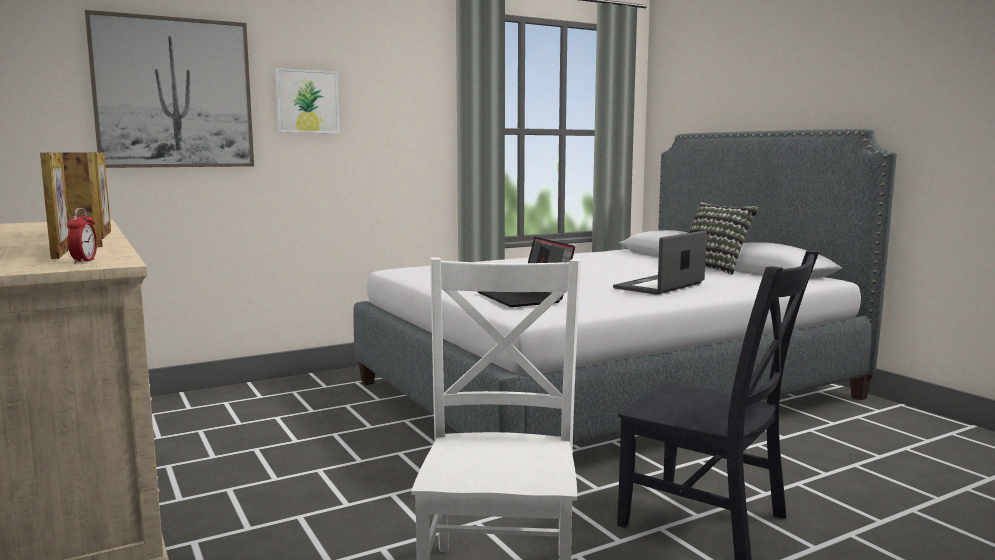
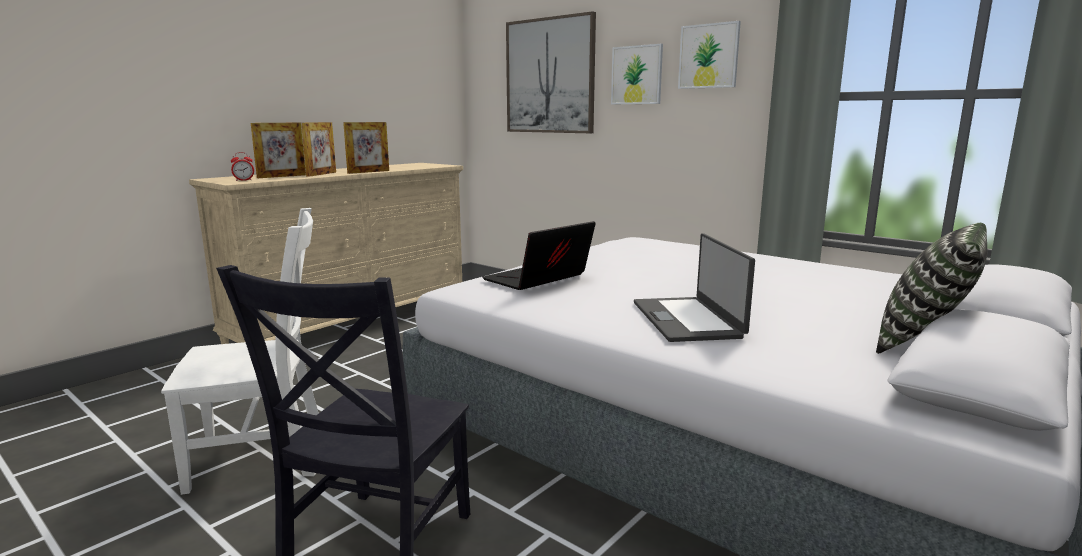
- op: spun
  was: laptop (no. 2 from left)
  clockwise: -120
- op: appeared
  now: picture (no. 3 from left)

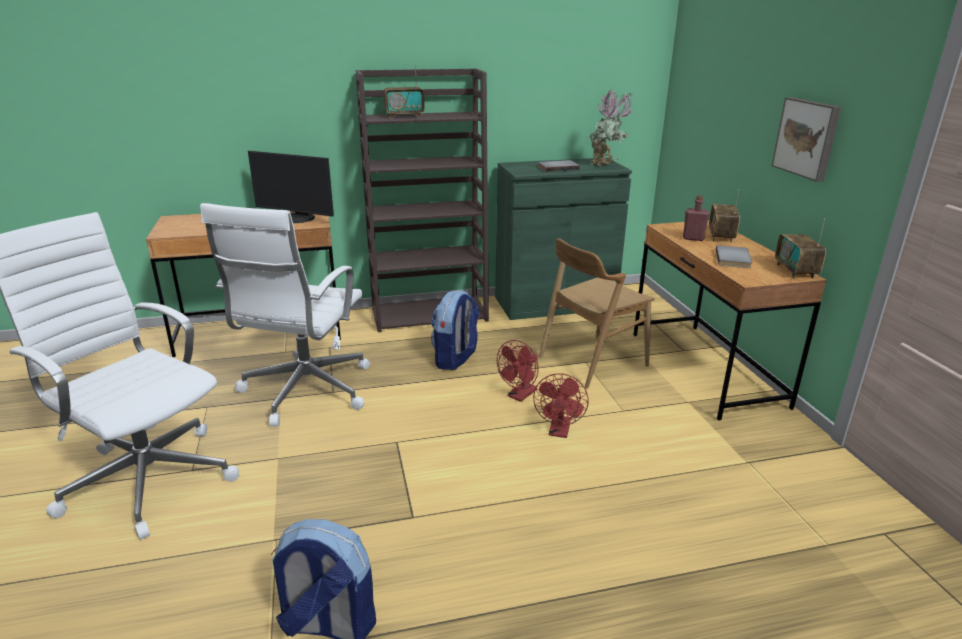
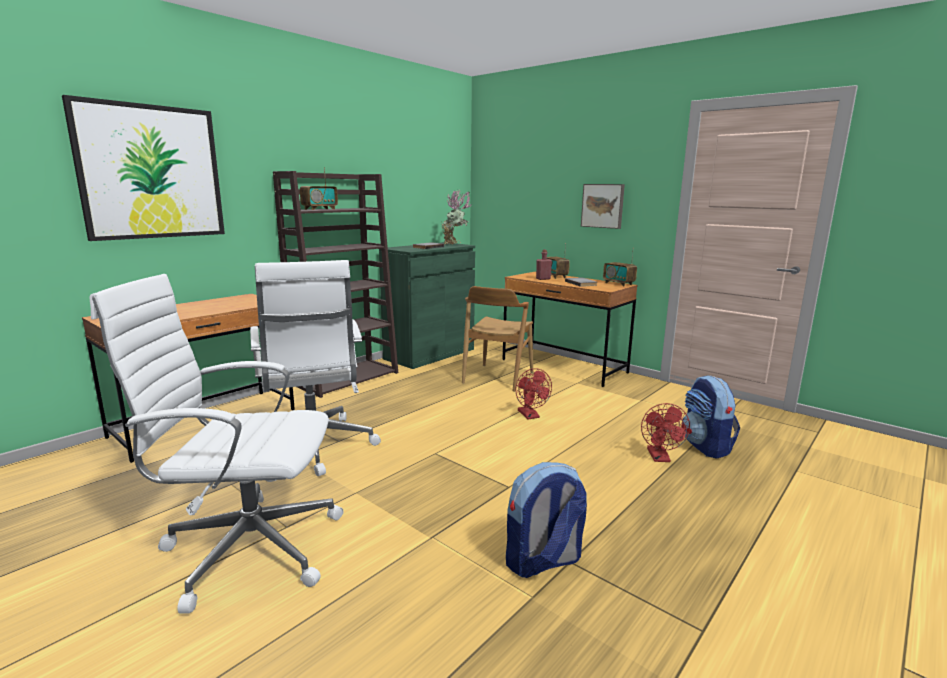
- op: missing
  was: monitor
- op: relocated
  was: backpack (no. 2 from left)
- op: relocated
  was: red fan (no. 1 from left in the first image)
  now: red fan (no. 2 from left)
- op: appeared
  now: picture (no. 1 from left)

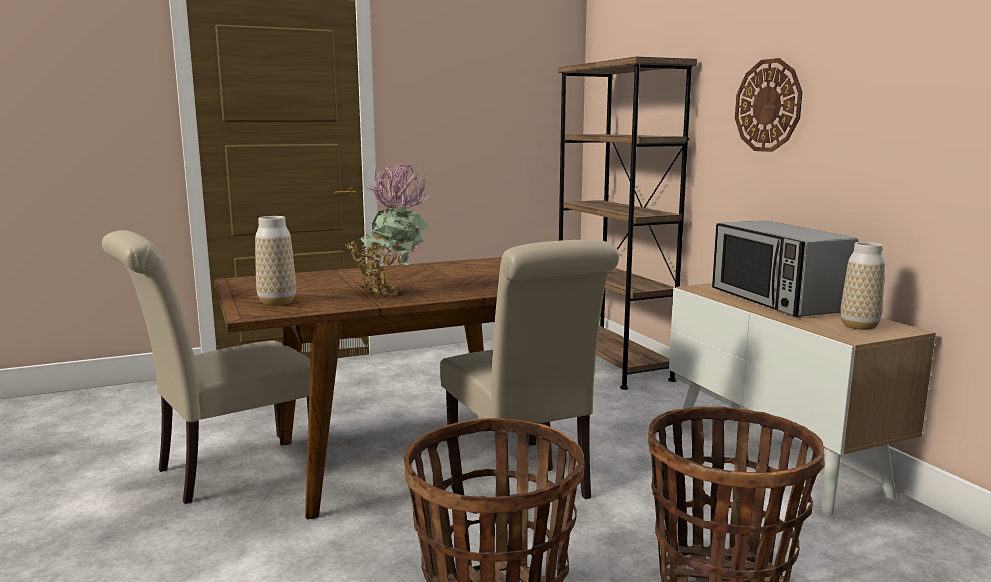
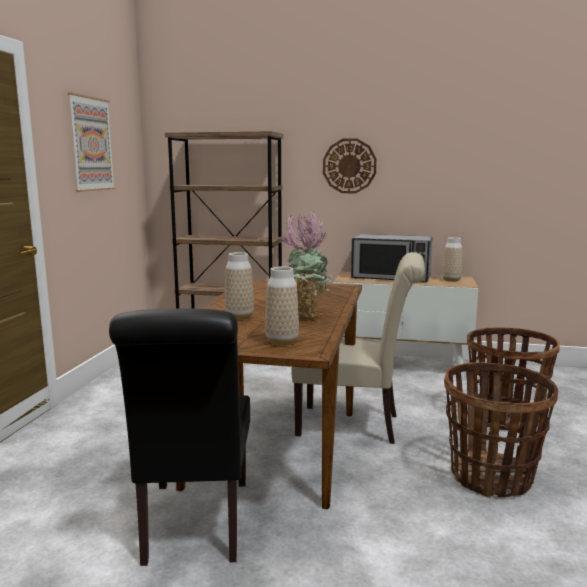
- op: colour
  was: beige chair (no. 1 from left)
  now: black chair
- op: appeared
  now: picture
- op: appeared
  now: vase (no. 1 from left)

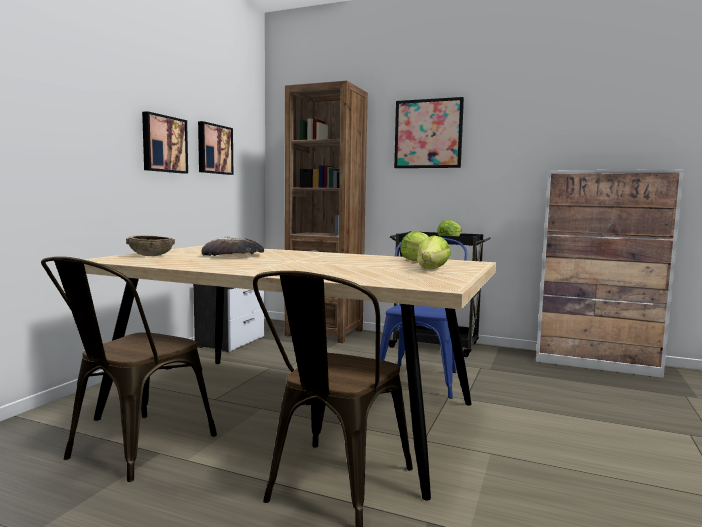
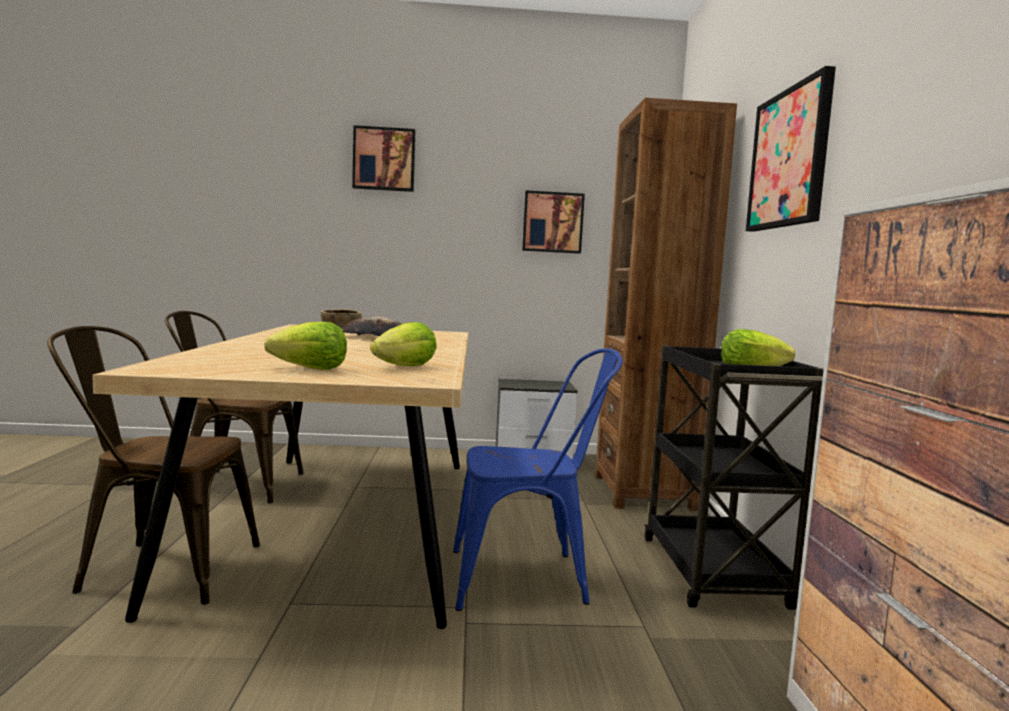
- op: relocated
  was: picture (no. 1 from left)

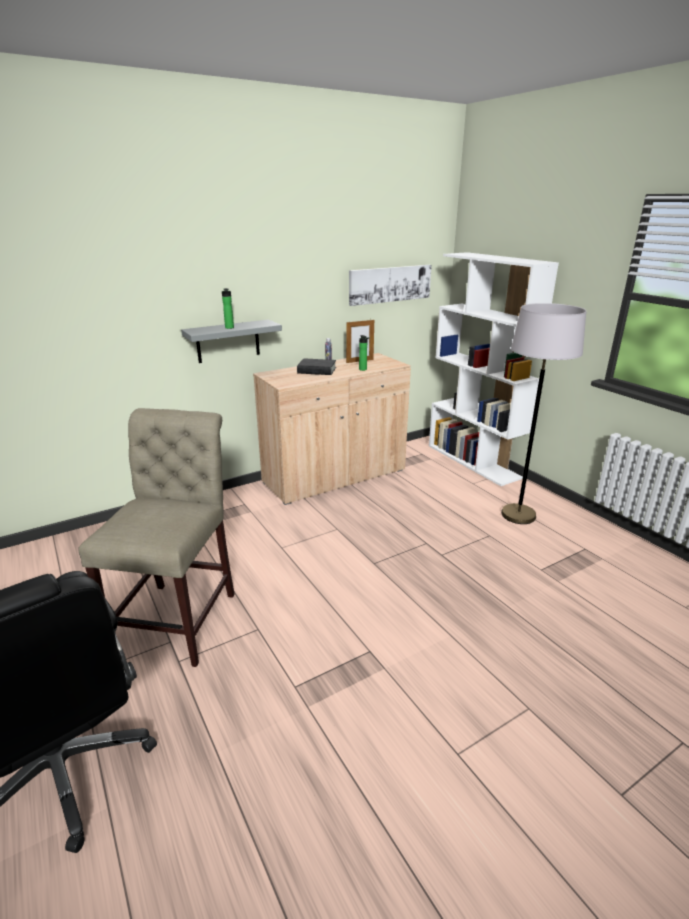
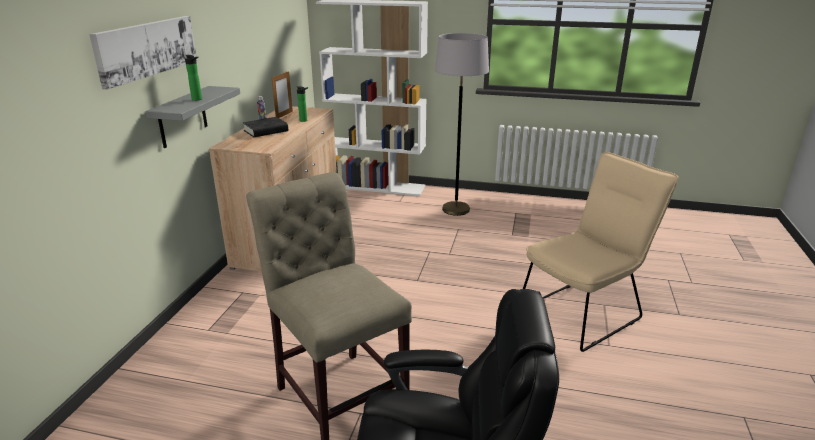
- op: relocated
  was: picture
- op: appeared
  now: beige chair (no. 2 from left)

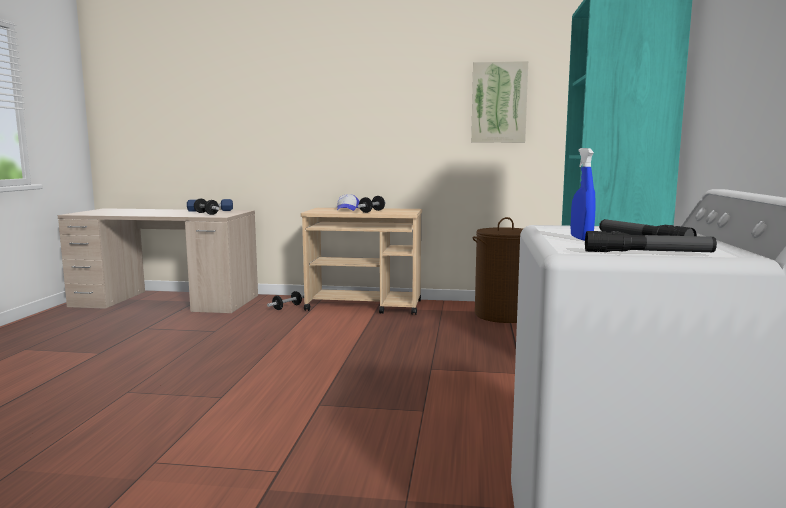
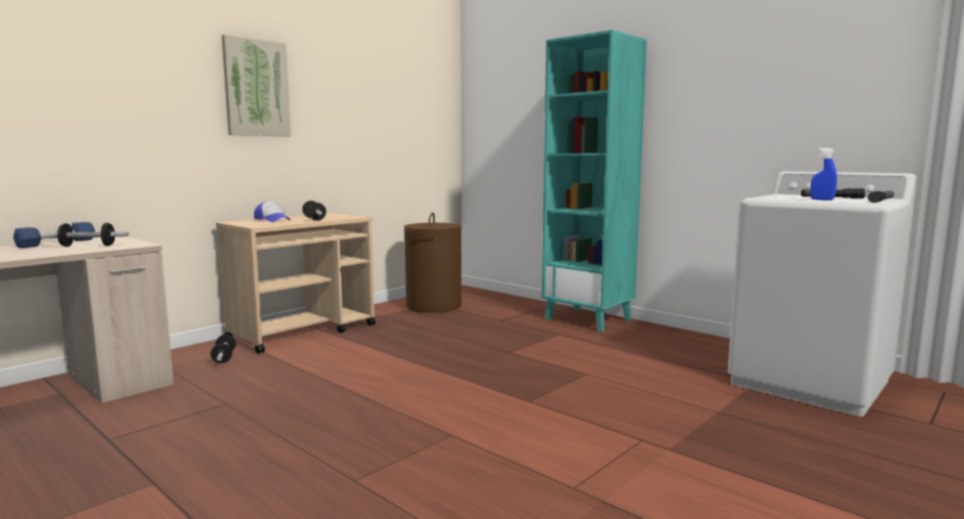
- op: relocated
  was: picture

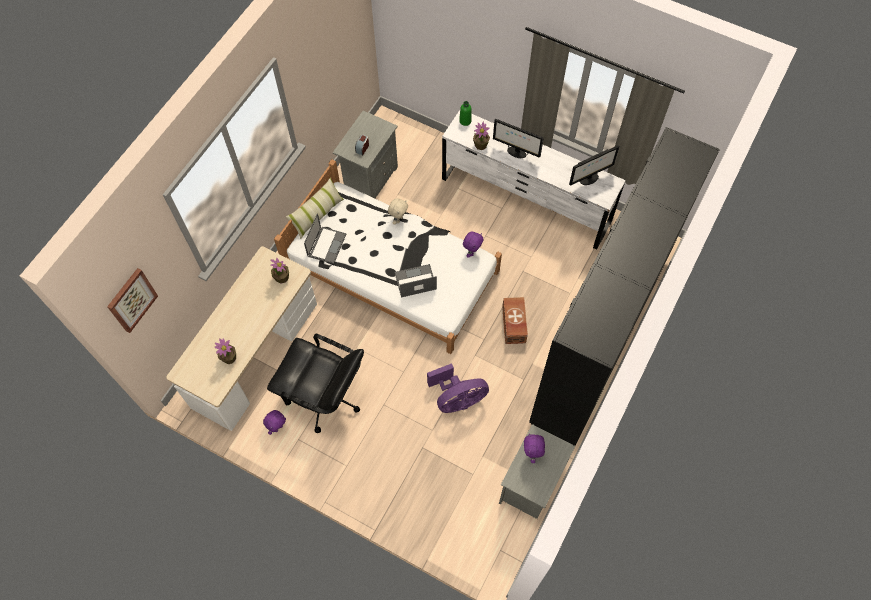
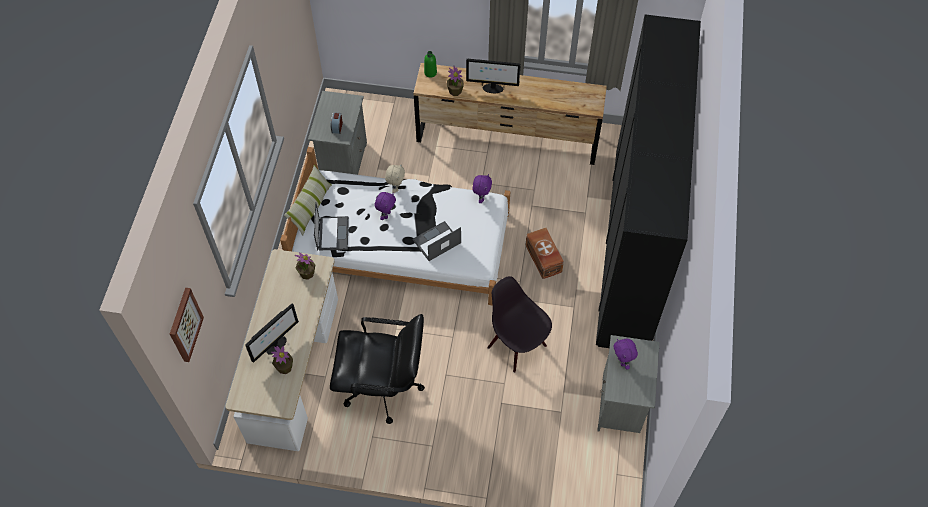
- op: colour
  was: white dresser
  now: brown dresser
- op: relocated
  was: monitor (no. 2 from left in the first image)
  now: monitor (no. 1 from left)
- op: exchanged
  was: purple fan
  now: black chair
- op: relocated
  was: purple plush toy (no. 1 from left)

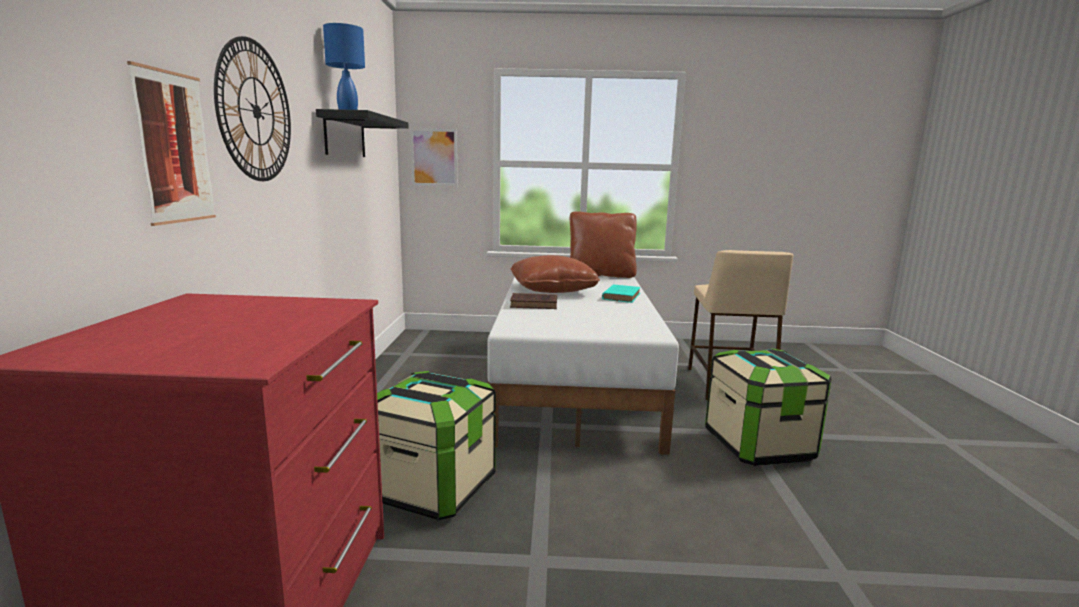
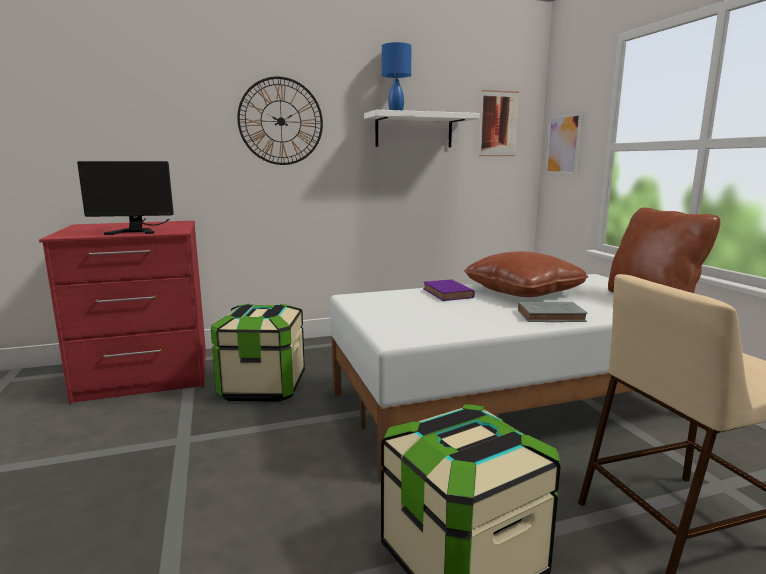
- op: relocated
  was: picture (no. 1 from left)
- op: colour
  was: black shelf
  now: white shelf
- op: colour
  was: turquoise book
  now: grey book
- op: colour
  was: brown book
  now: purple book
- op: appeared
  now: monitor

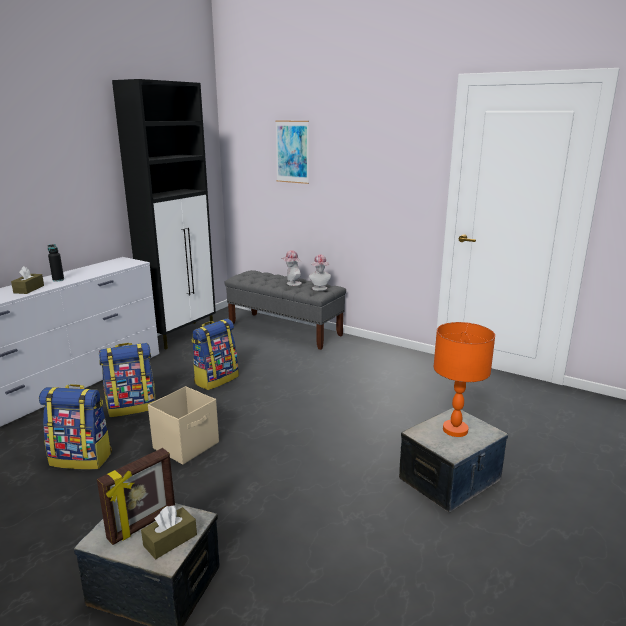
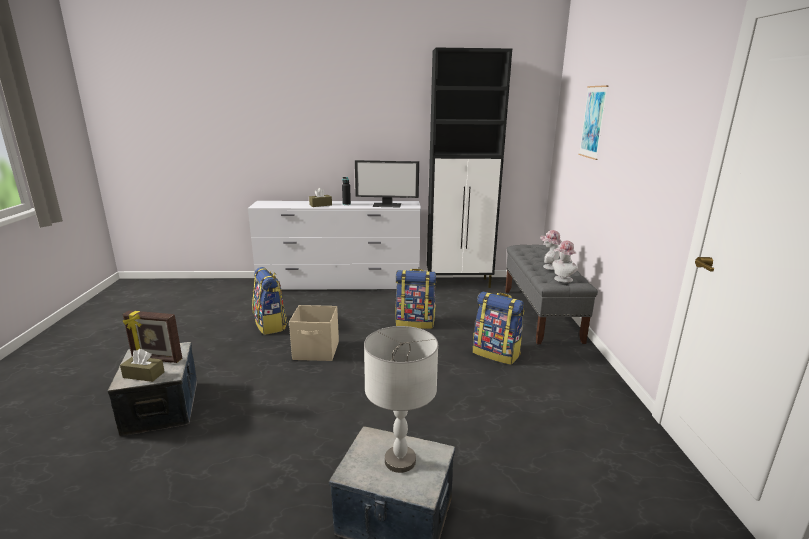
- op: colour
  was: orange table lamp
  now: grey table lamp
- op: relocated
  was: backpack (no. 2 from left in the first image)
  now: backpack (no. 3 from left)
- op: appeared
  now: monitor

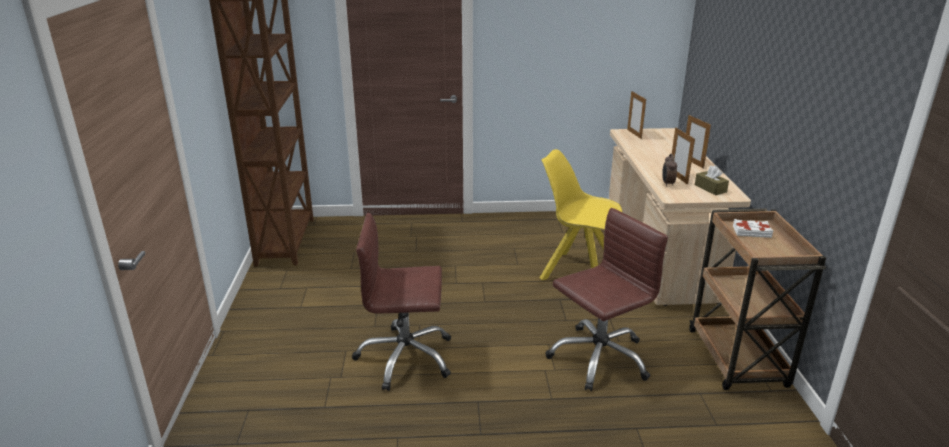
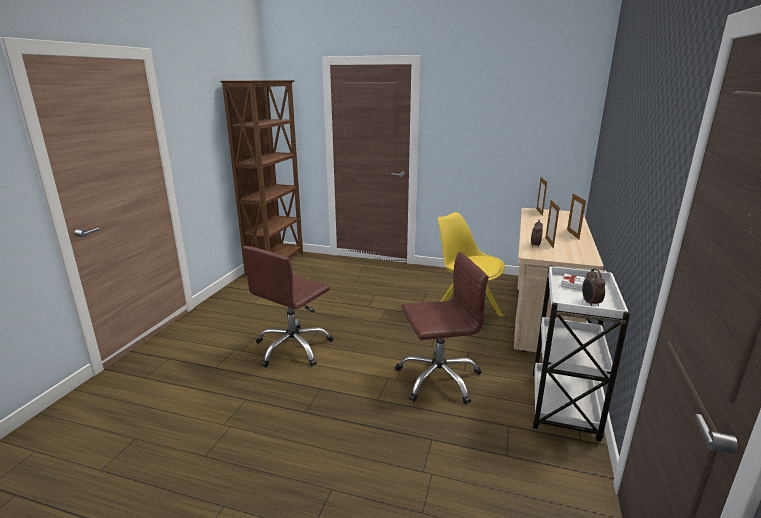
- op: missing
  was: brown tissue box
- op: colour
  was: brown cart
  now: white cart
- op: spun
  was: brown office chair (no. 1 from left)
  clockwise: -75
- op: appeared
  now: alarm clock (no. 2 from left)

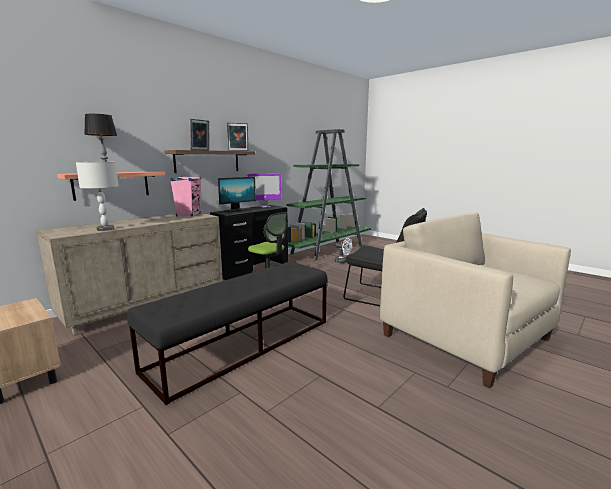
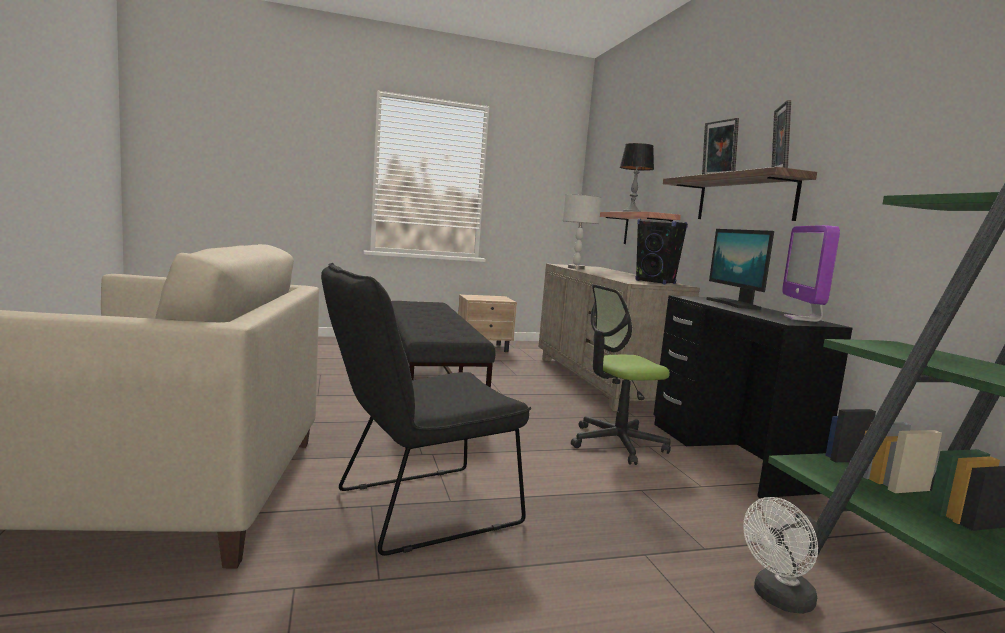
- op: colour
  was: pink speaker
  now: black speaker

